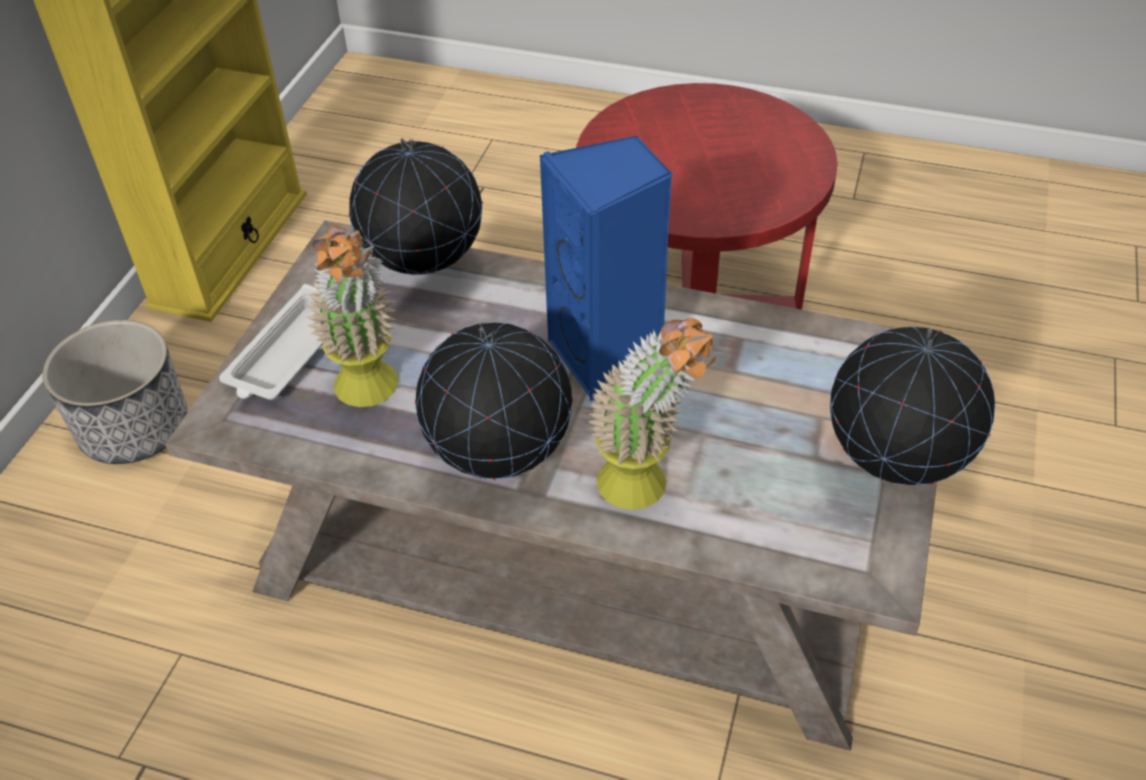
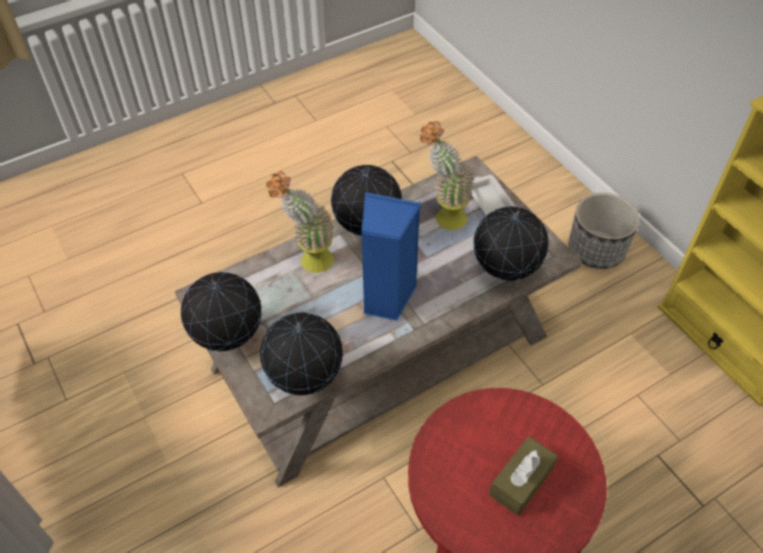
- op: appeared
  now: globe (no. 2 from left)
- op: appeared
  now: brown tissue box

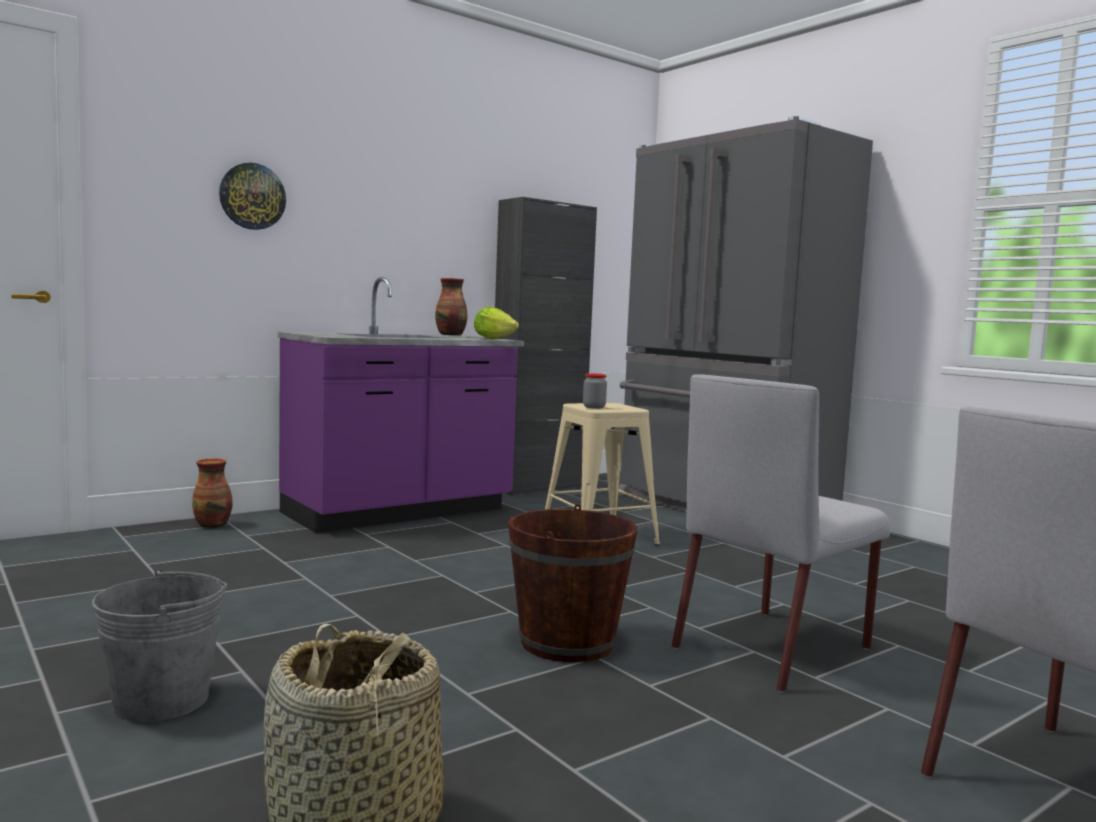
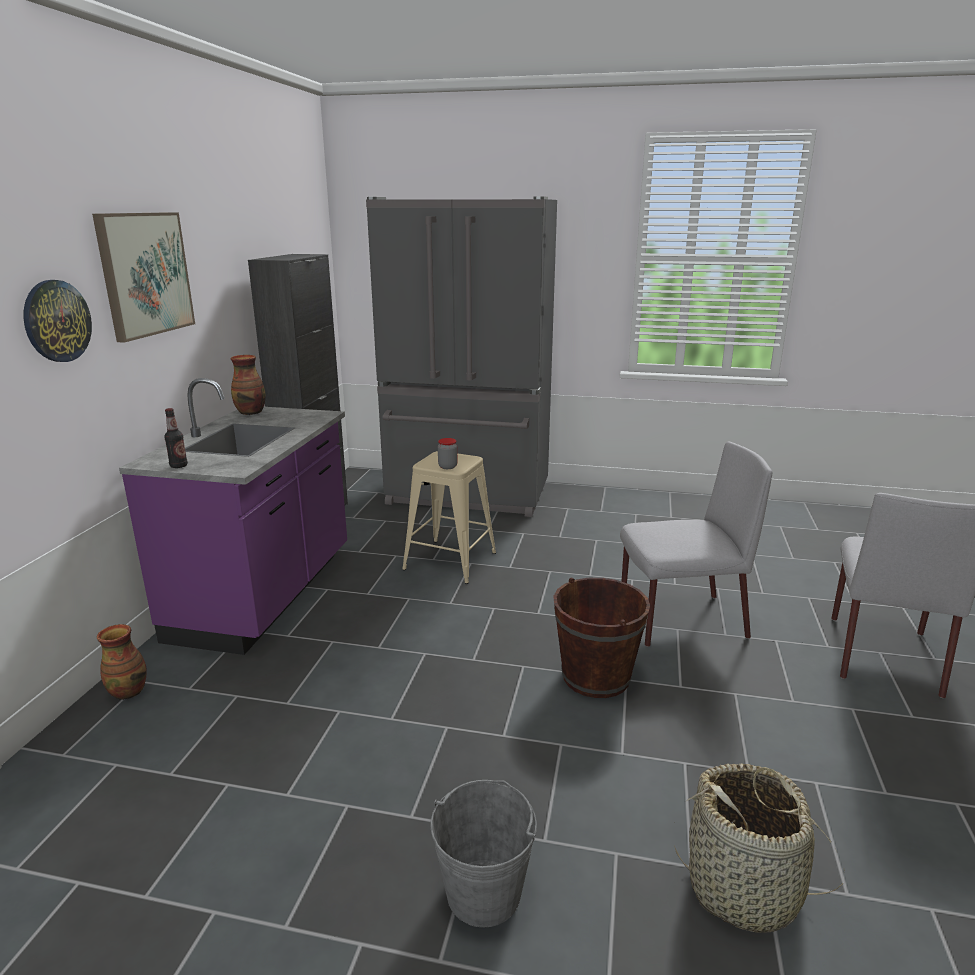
- op: missing
  was: lettuce
- op: spun
  was: grey chair (no. 1 from left)
  clockwise: -105
- op: appeared
  now: picture
- op: appeared
  now: bottle

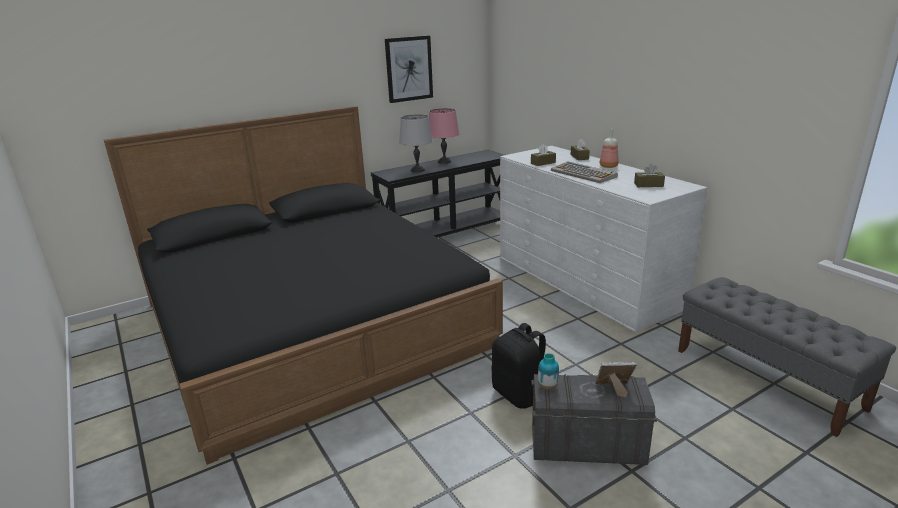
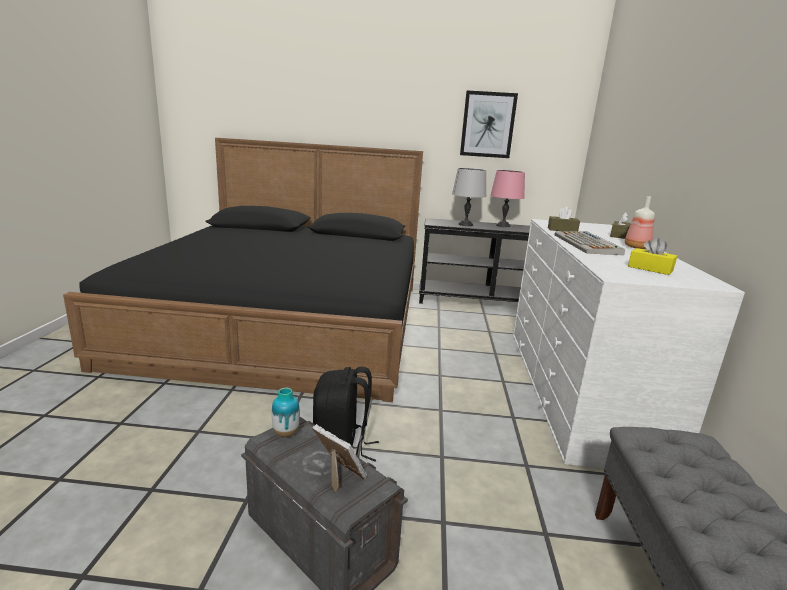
- op: colour
  was: brown tissue box (no. 3 from left)
  now: yellow tissue box

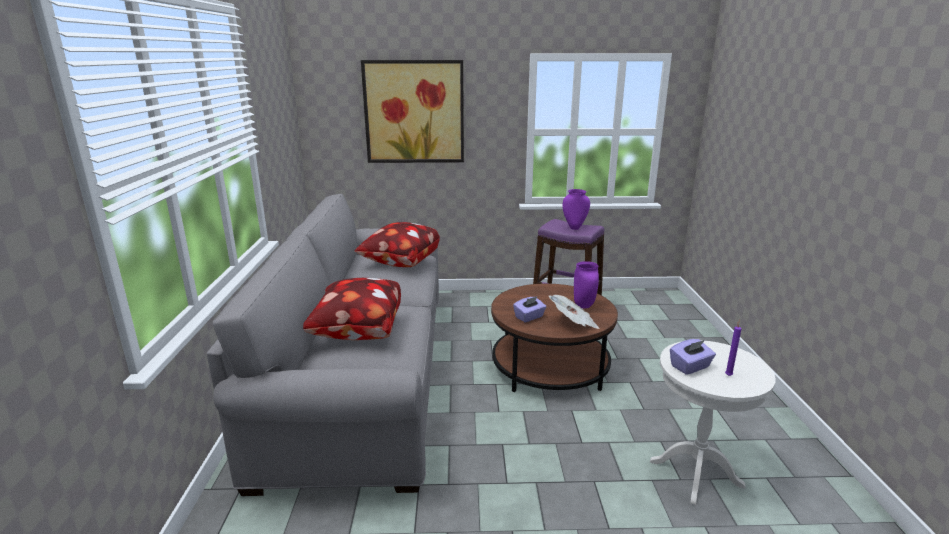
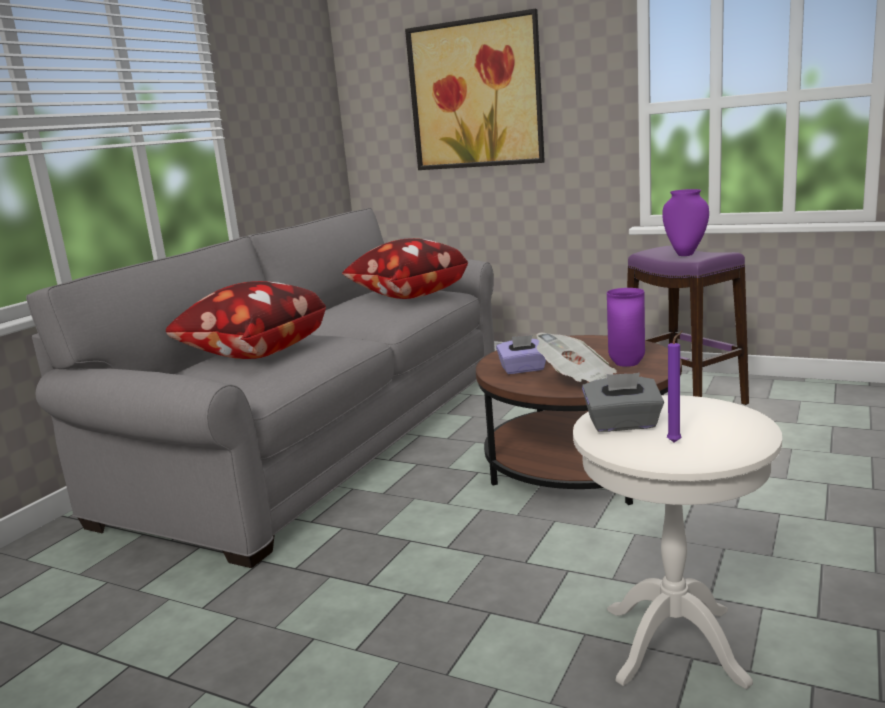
- op: colour
  was: purple tissue box (no. 2 from left)
  now: grey tissue box

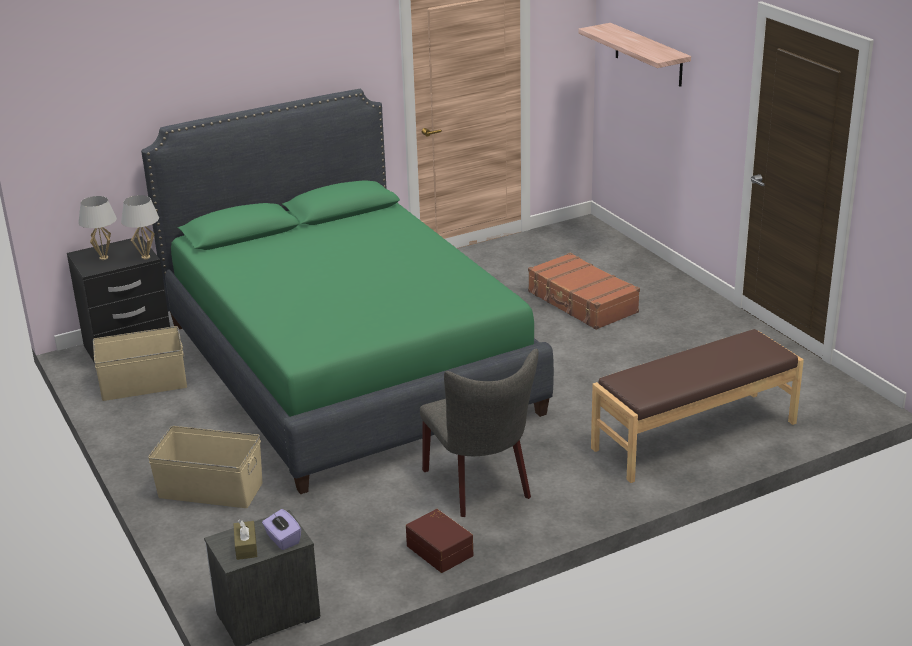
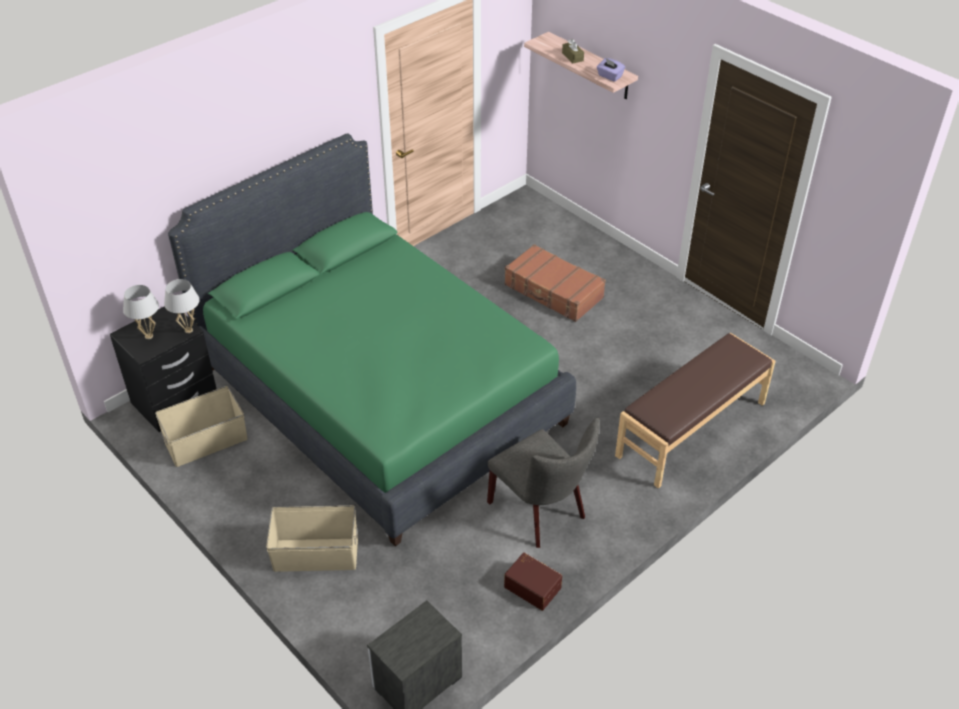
- op: relocated
  was: purple tissue box
- op: relocated
  was: brown tissue box

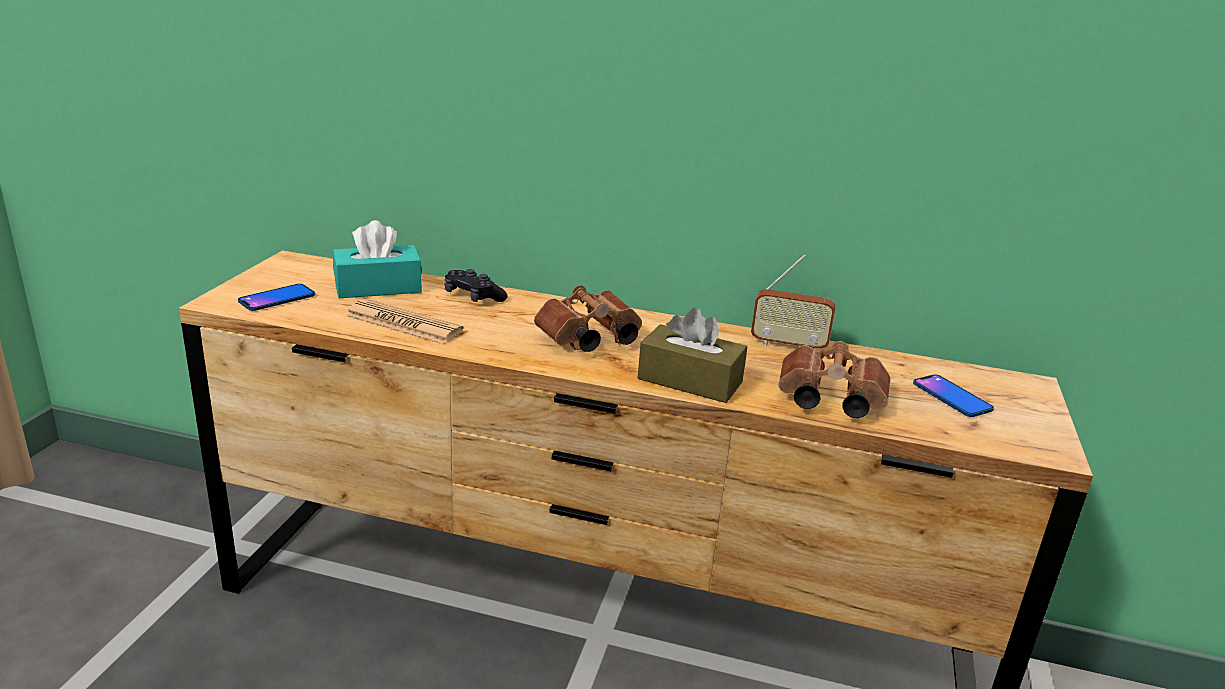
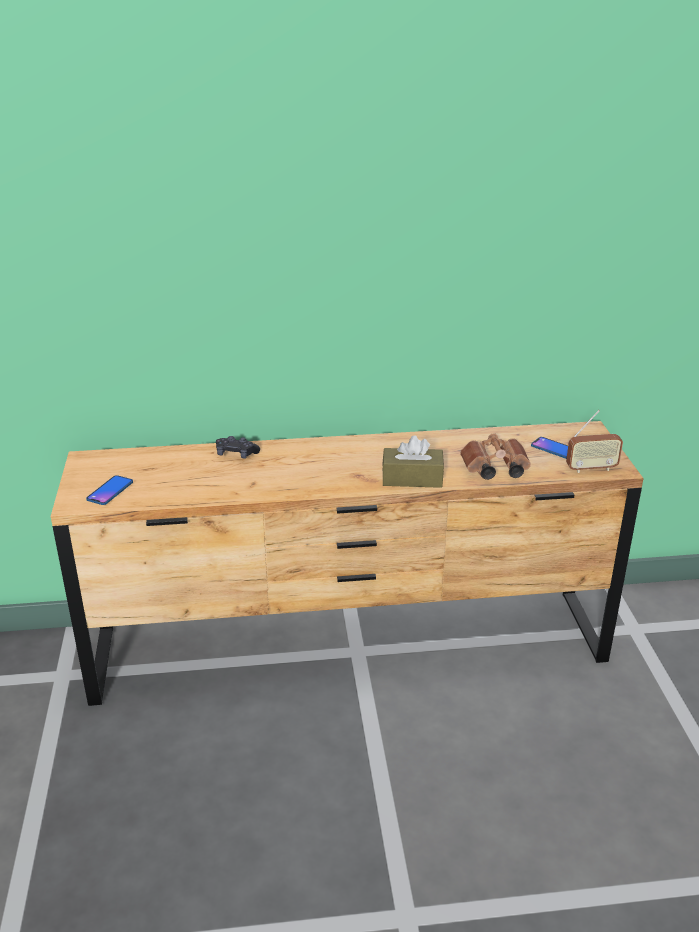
- op: missing
  was: turquoise tissue box
- op: relocated
  was: radio
- op: missing
  was: brown binoculars (no. 1 from left)
- op: missing
  was: newspaper

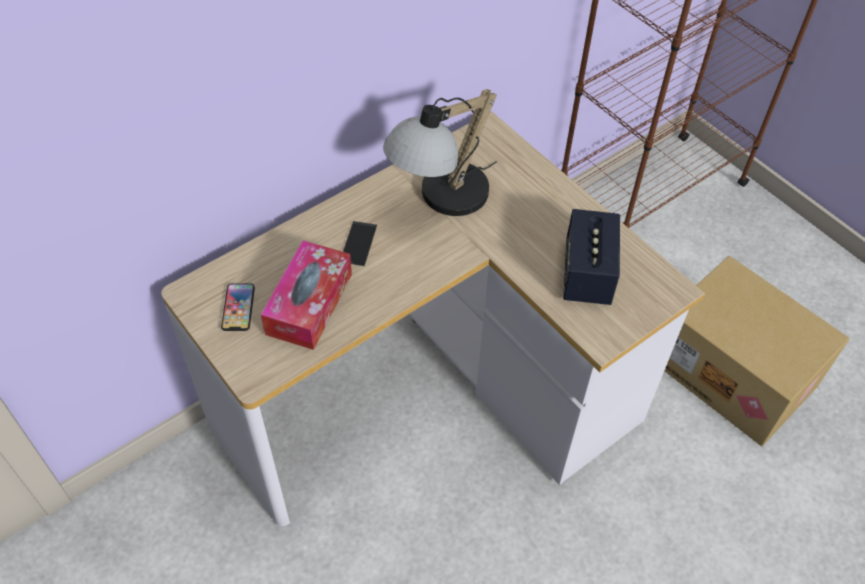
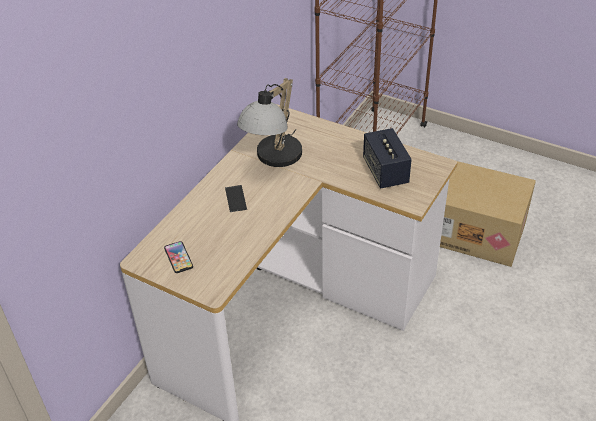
- op: missing
  was: tissue box

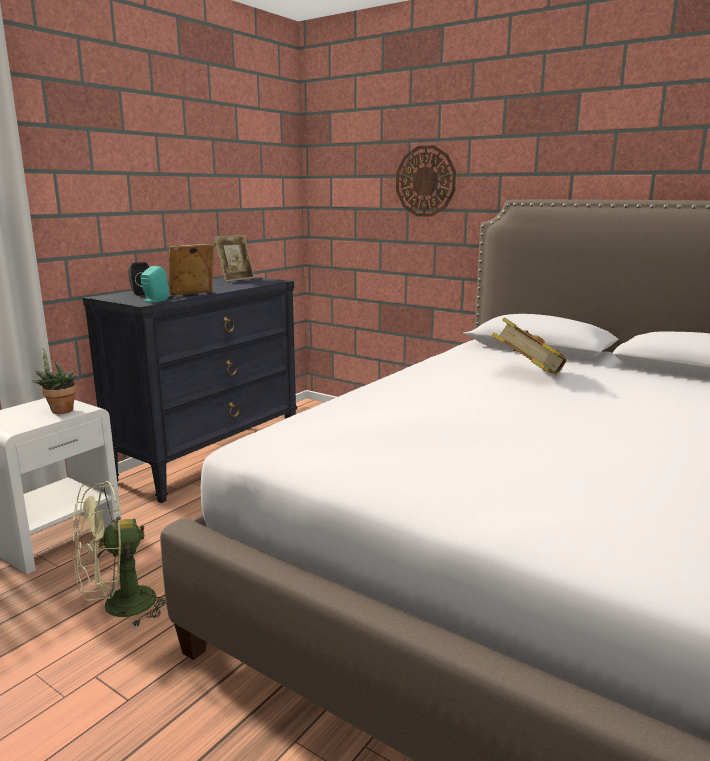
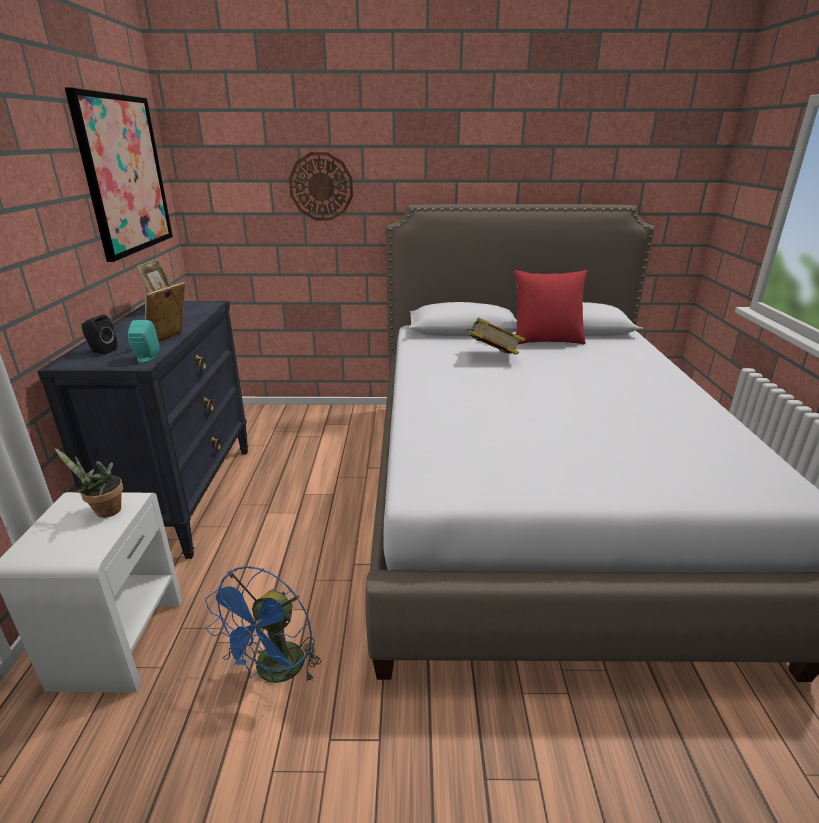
- op: colour
  was: green fan
  now: blue fan
- op: appeared
  now: picture
- op: appeared
  now: red pillow

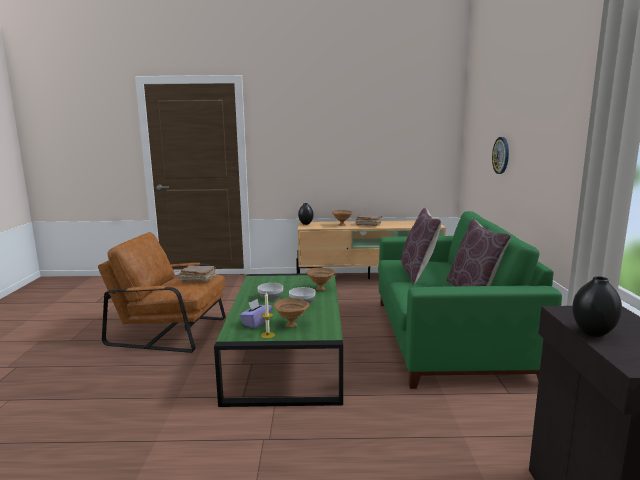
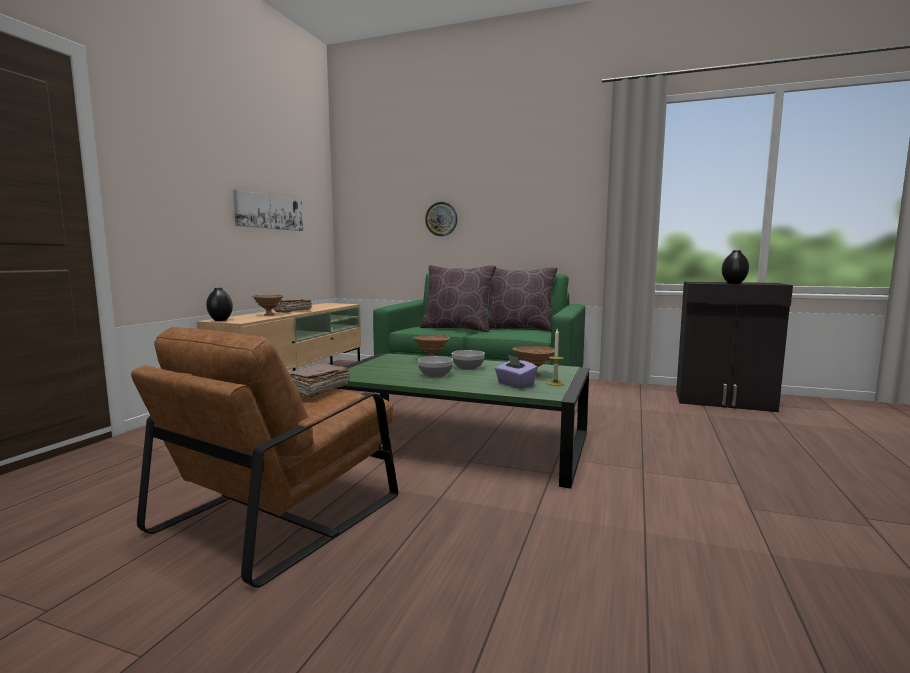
- op: appeared
  now: picture

